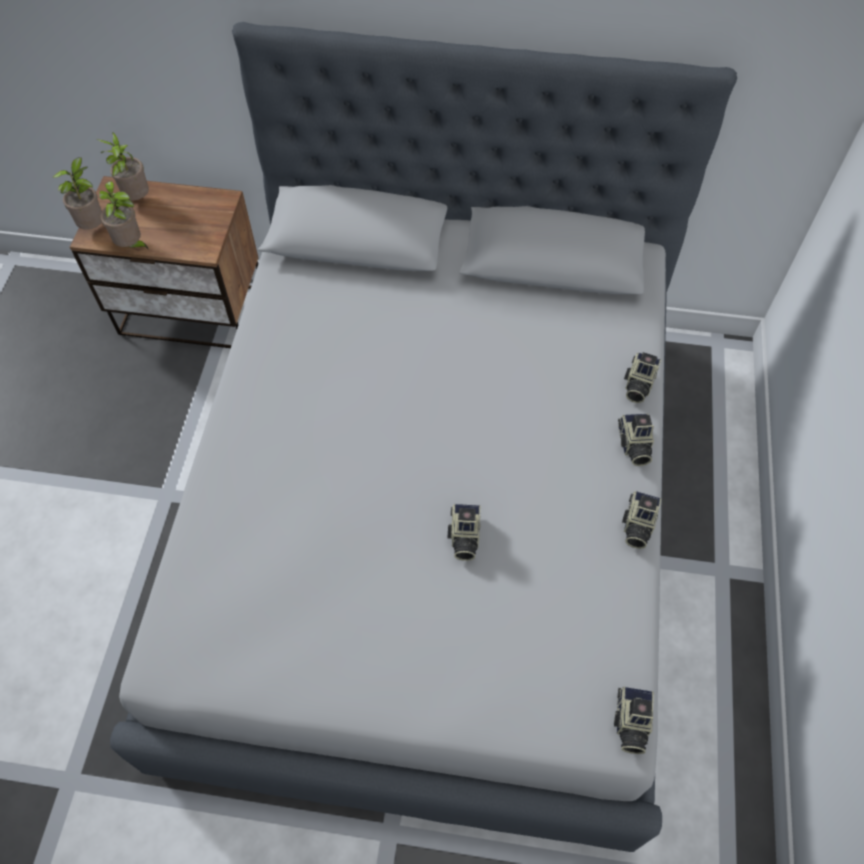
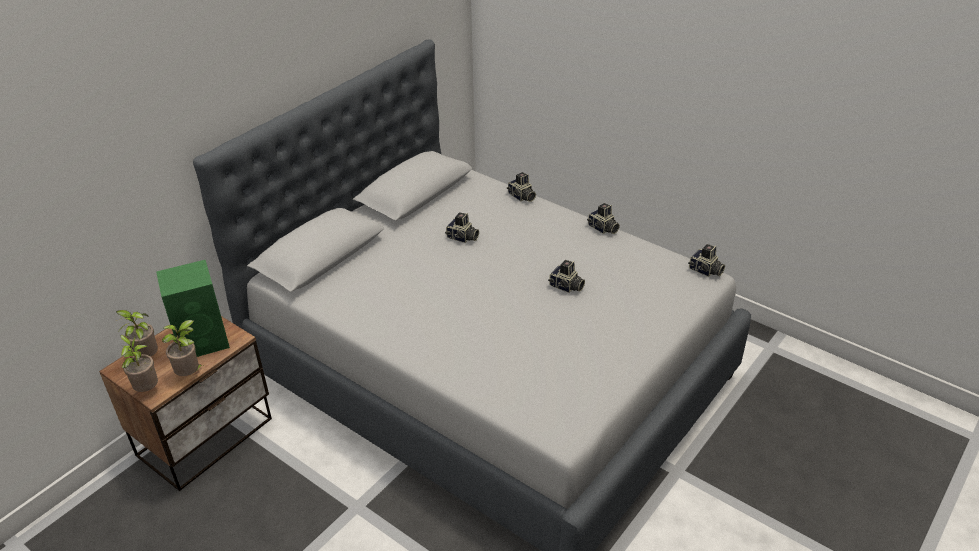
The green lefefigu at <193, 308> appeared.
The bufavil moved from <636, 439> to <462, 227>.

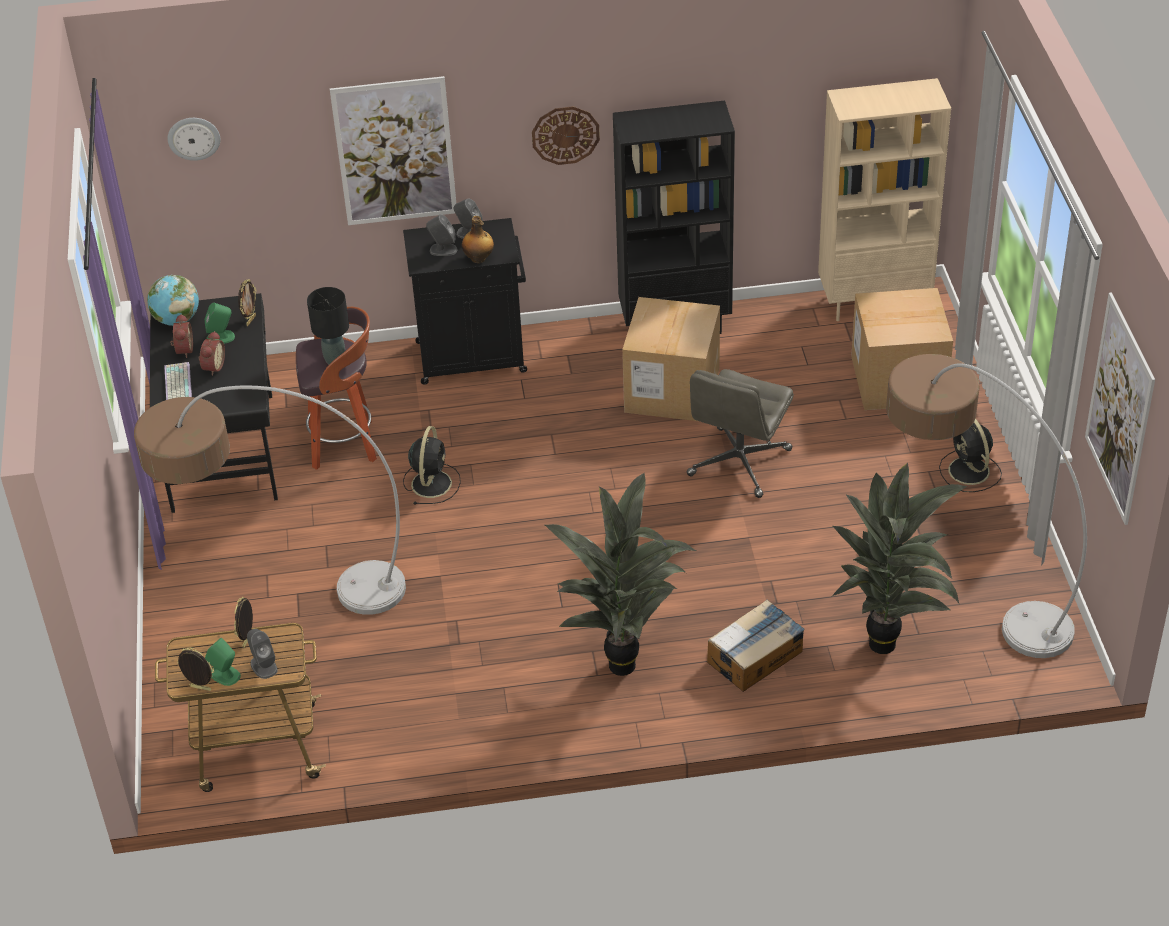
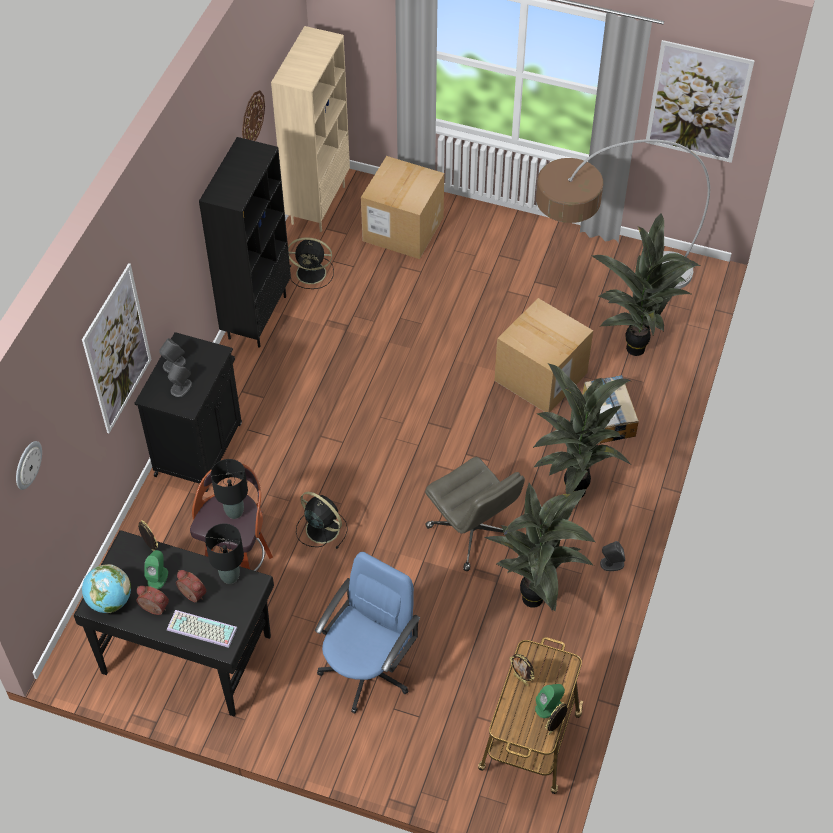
The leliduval at <478, 239> disappeared.
The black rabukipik at <224, 553> appeared.
The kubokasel at <540, 547> appeared.
The grey lefefigu moved from <262, 654> to <612, 556>.
The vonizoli moved from <566, 135> to <253, 115>.
The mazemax moved from <671, 359> to <543, 355>.
The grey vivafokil moved from <740, 433> to <475, 514>.
The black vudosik moved from <970, 455> to <311, 263>.
The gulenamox at <270, 500> was replaced by the blue vivafokil at <367, 633>.

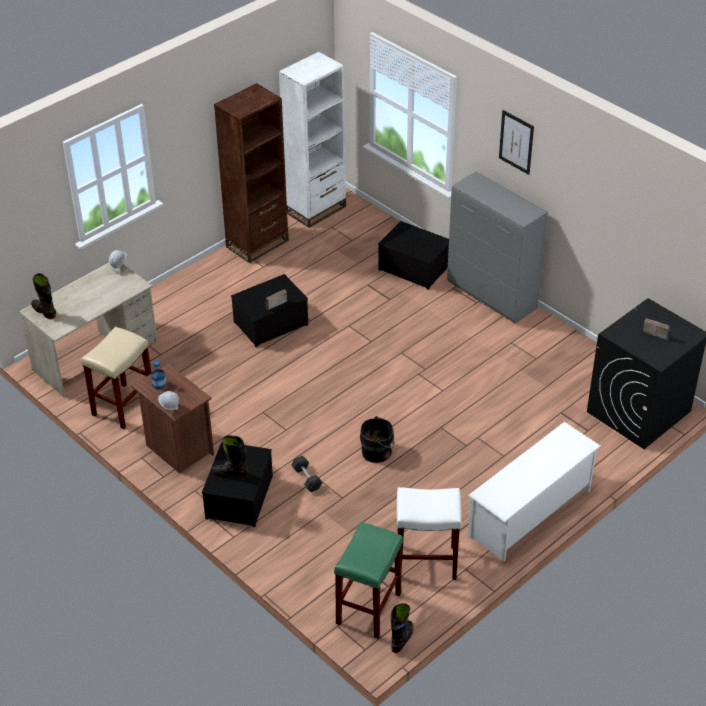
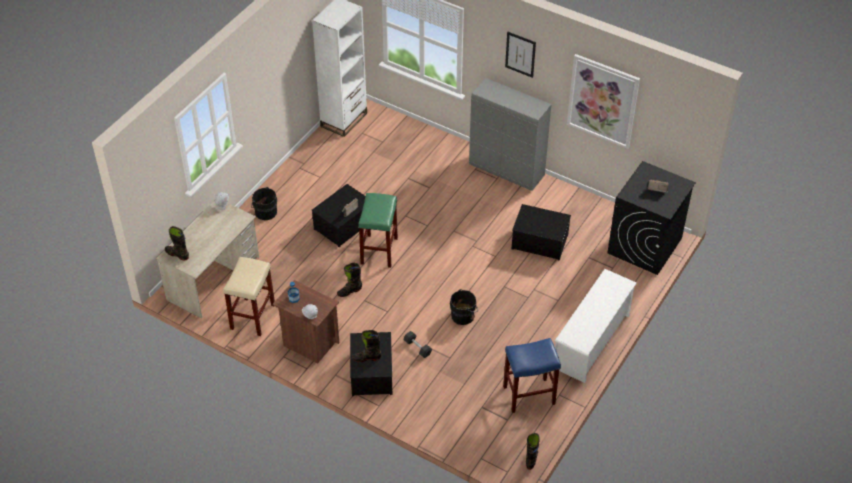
The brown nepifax at <251, 173> disappeared.
The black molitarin at <264, 203> appeared.
The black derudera at <349, 280> appeared.
The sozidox at <603, 101> appeared.
The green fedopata moved from <368, 580> to <378, 230>.
The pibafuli moved from <413, 255> to <541, 232>.
The white fedopata at <429, 533> became the blue fedopata at <532, 375>.

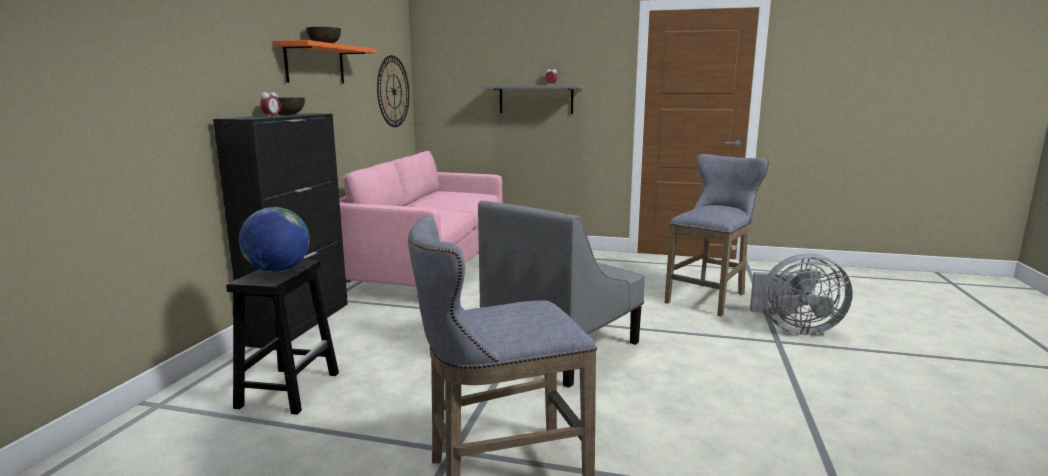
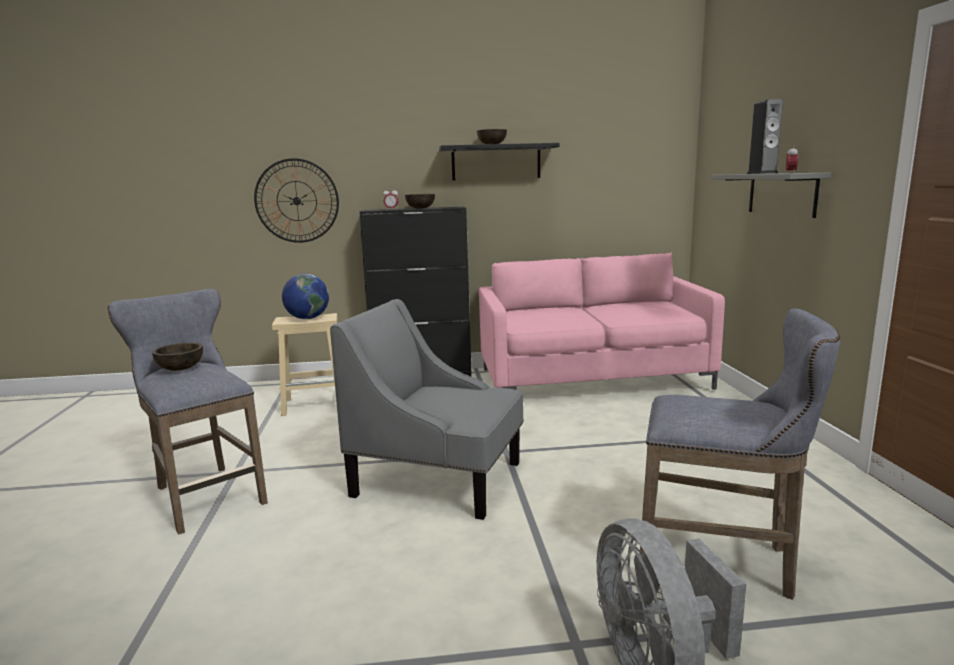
The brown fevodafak at <177, 357> appeared.
The lefefigu at <765, 136> appeared.
The vonizoli moved from <393, 91> to <296, 200>.
The black fedopata at <282, 337> became the beige fedopata at <304, 364>.
The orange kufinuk at <325, 61> became the black kufinuk at <499, 162>.

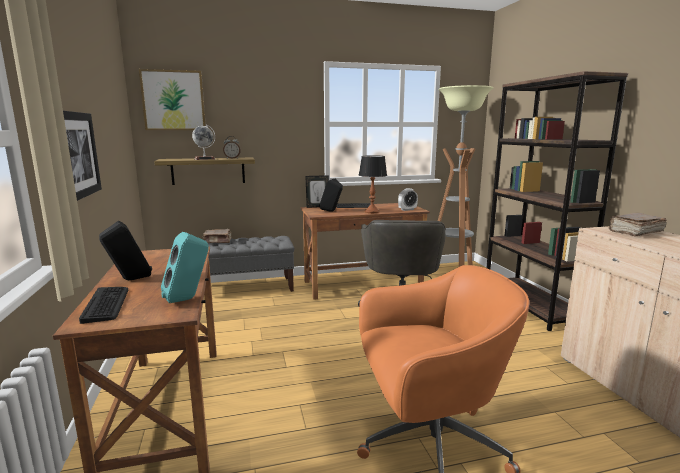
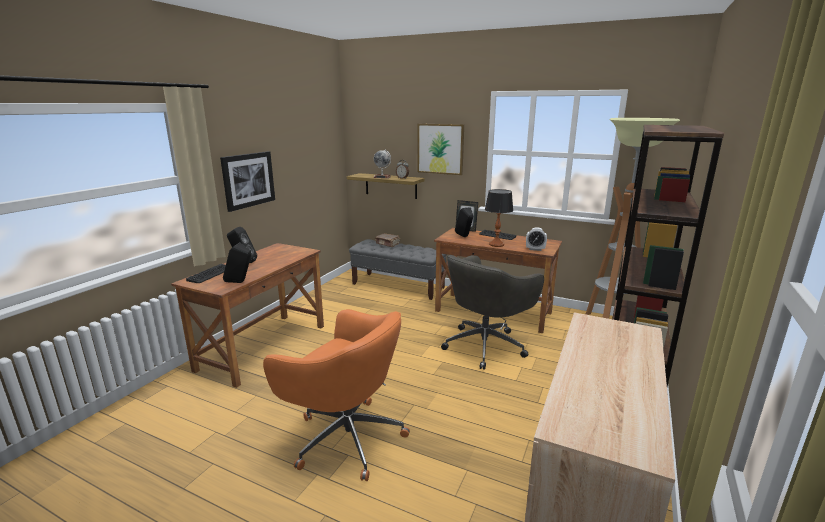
The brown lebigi at <638, 224> disappeared.
The sozidox moved from <172, 99> to <440, 149>.
The turquoise lefefigu at <185, 267> became the black lefefigu at <237, 262>.

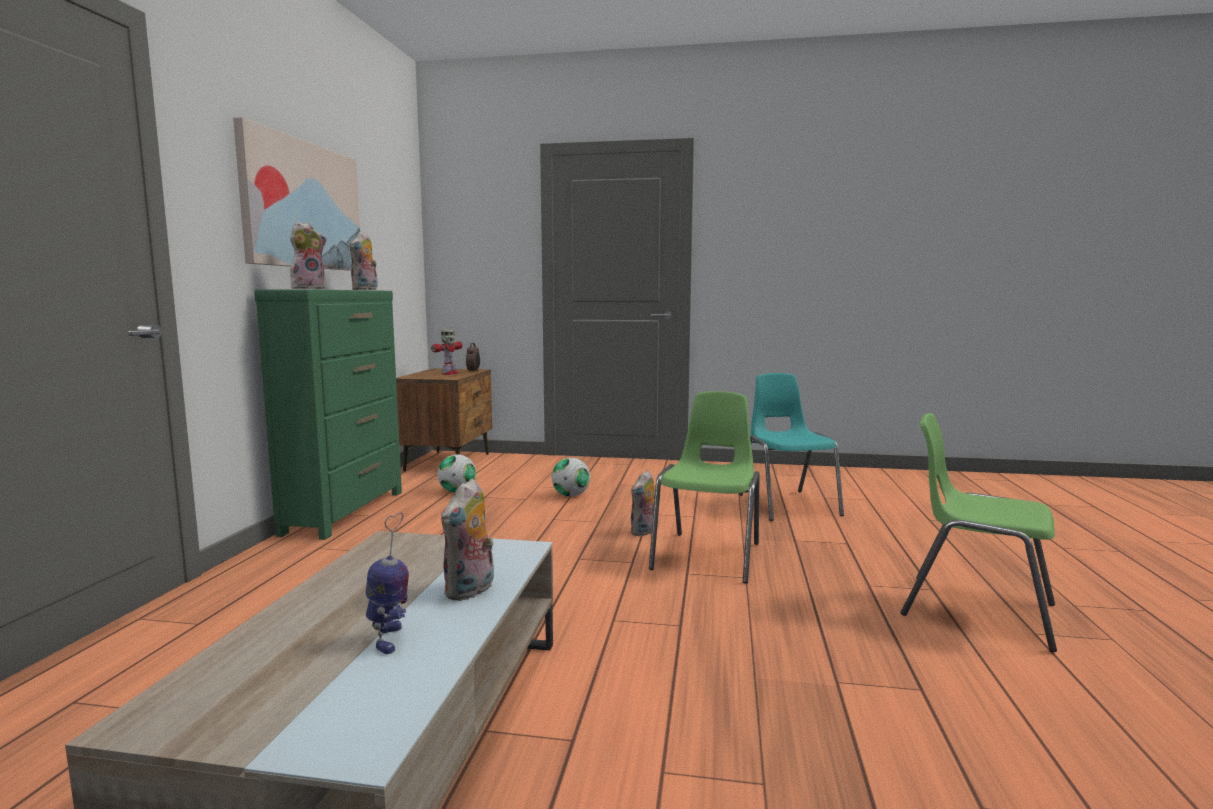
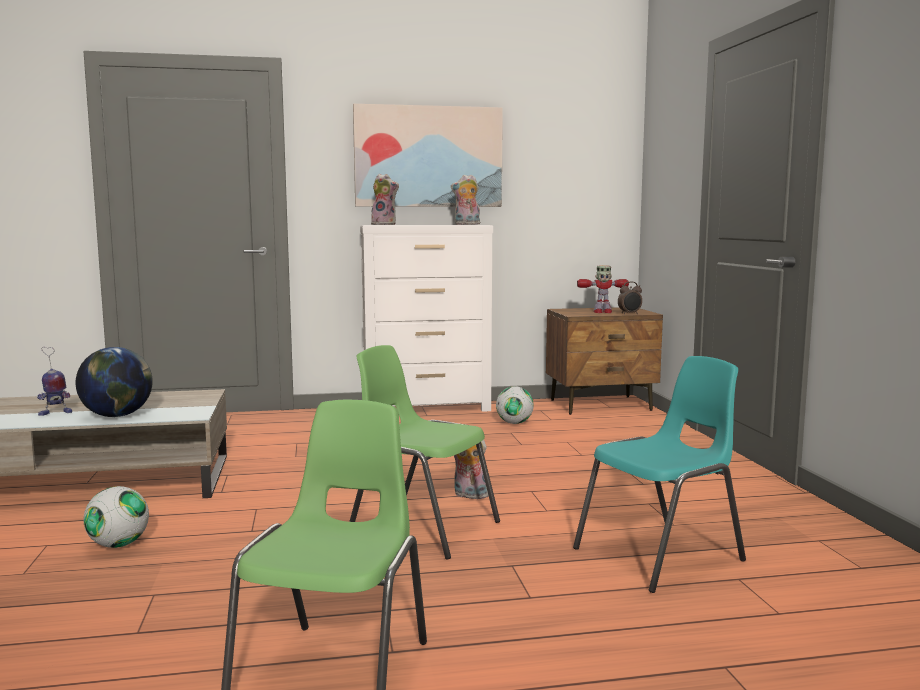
The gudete moved from <571, 477> to <116, 517>.
The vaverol at <467, 540> was replaced by the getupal at <114, 382>.
The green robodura at <328, 414> became the white robodura at <426, 318>.
The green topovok at <704, 487> turned 150 degrees counterclockwise.

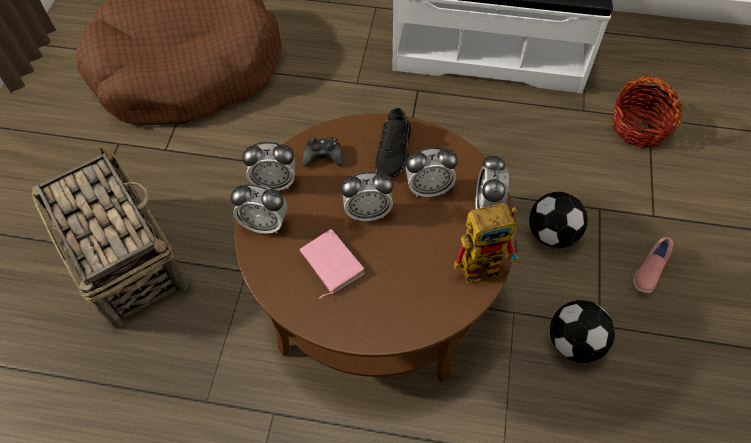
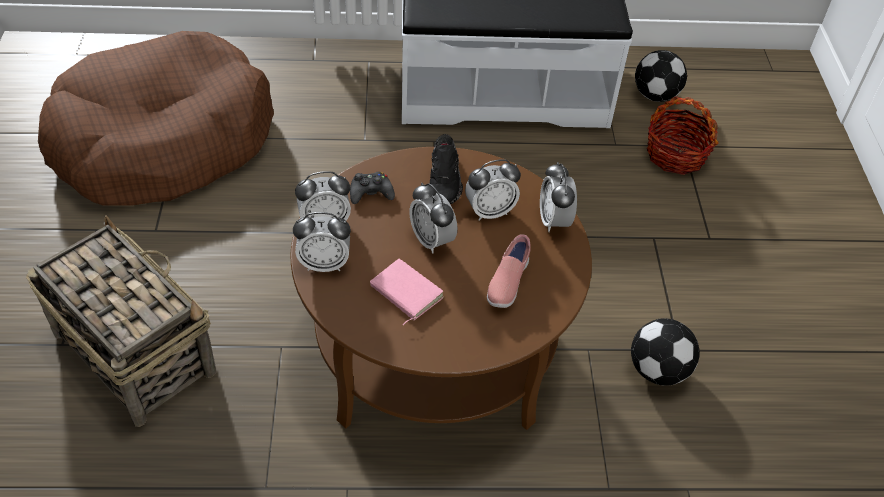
The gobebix at <486, 243> disappeared.
The gudete moved from <558, 220> to <661, 76>.
The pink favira moved from <653, 265> to <509, 271>.
The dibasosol at <367, 196> turned 75 degrees clockwise.

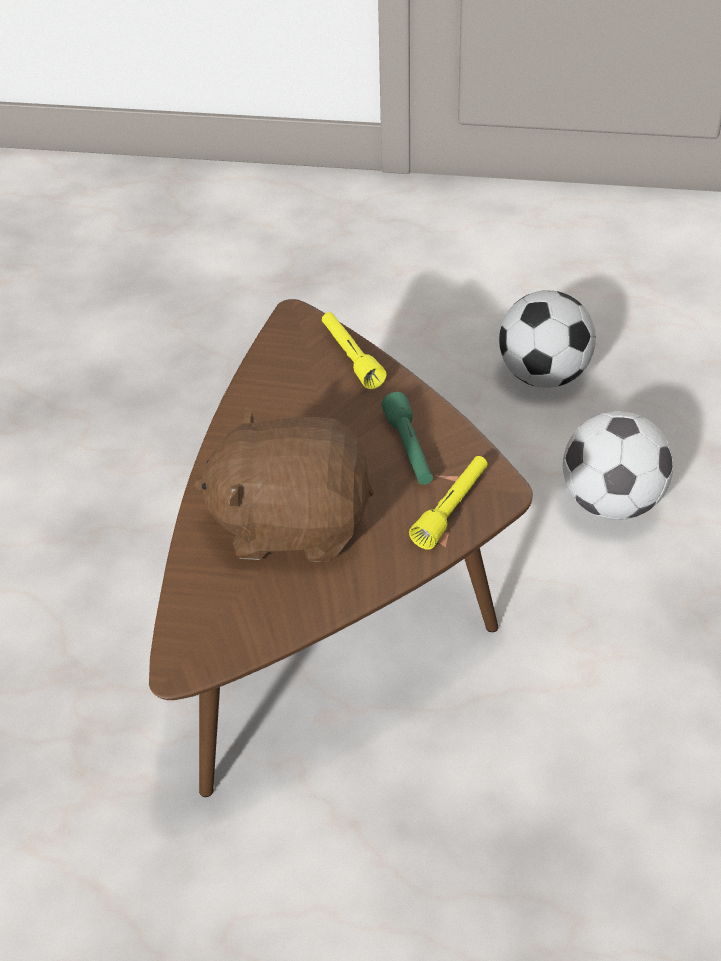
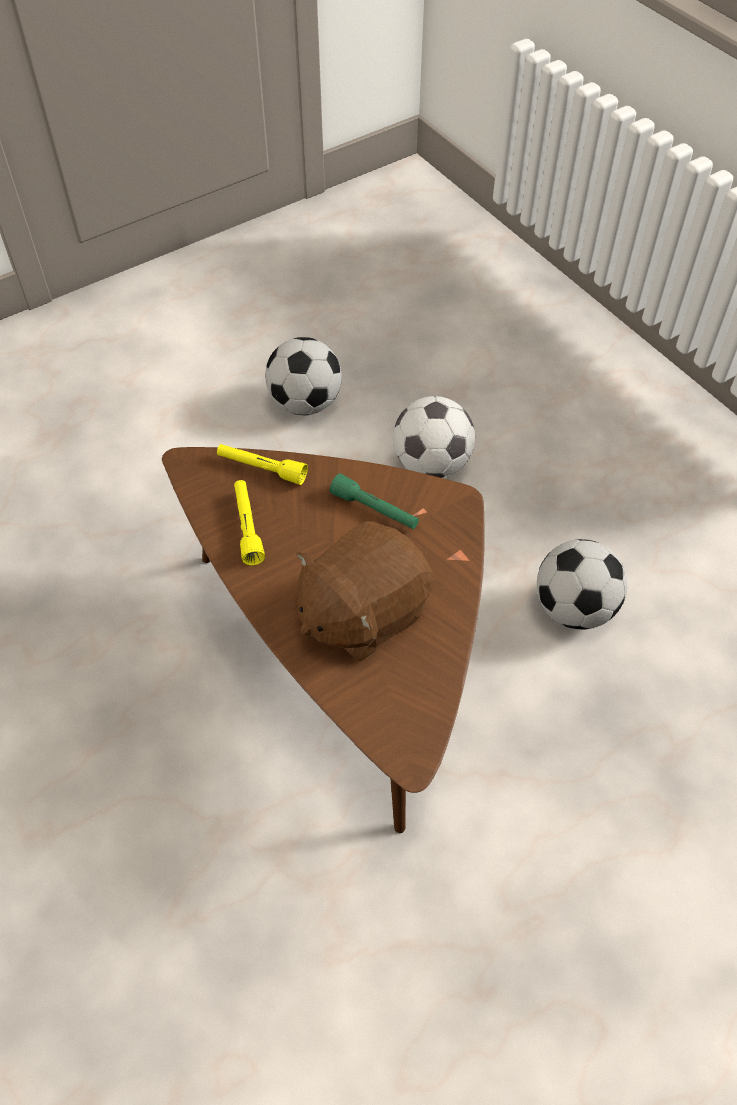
The gudete at <582, 584> appeared.
The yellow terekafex moved from <448, 502> to <249, 523>.

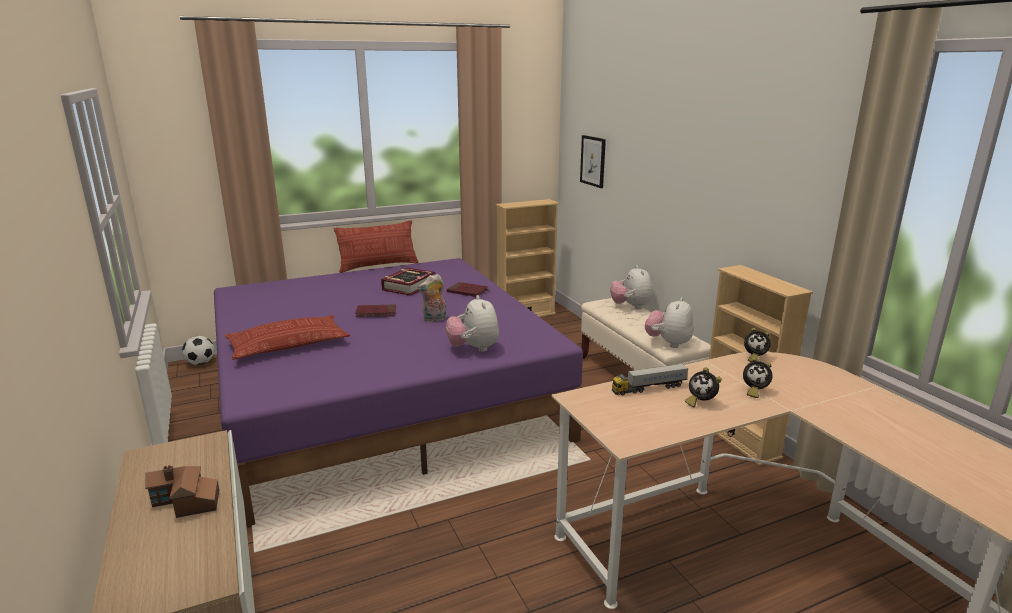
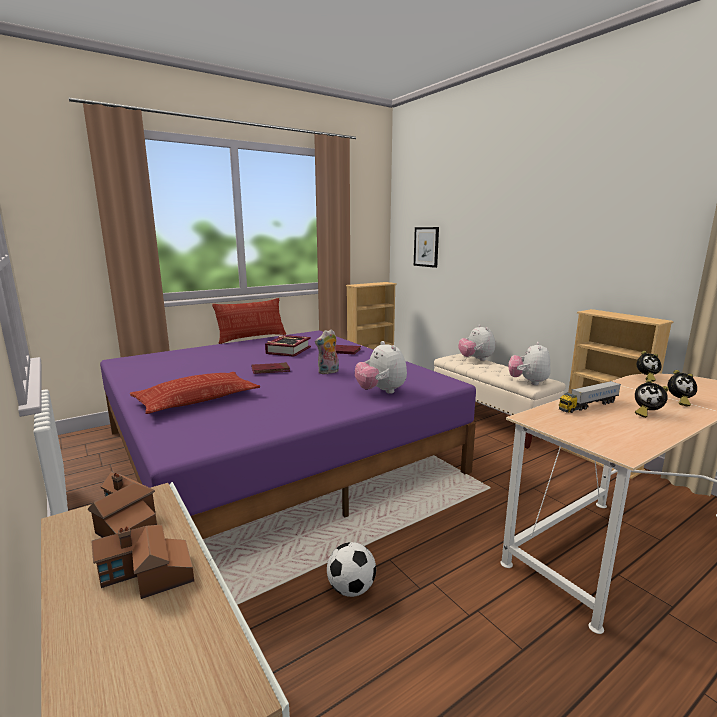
The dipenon at <122, 505> appeared.
The gudete moved from <198, 350> to <351, 569>.

